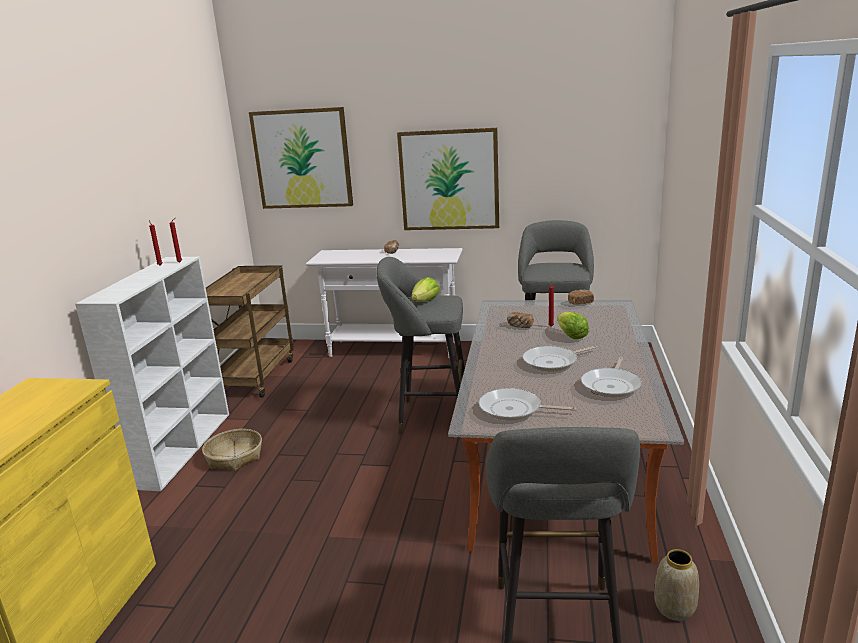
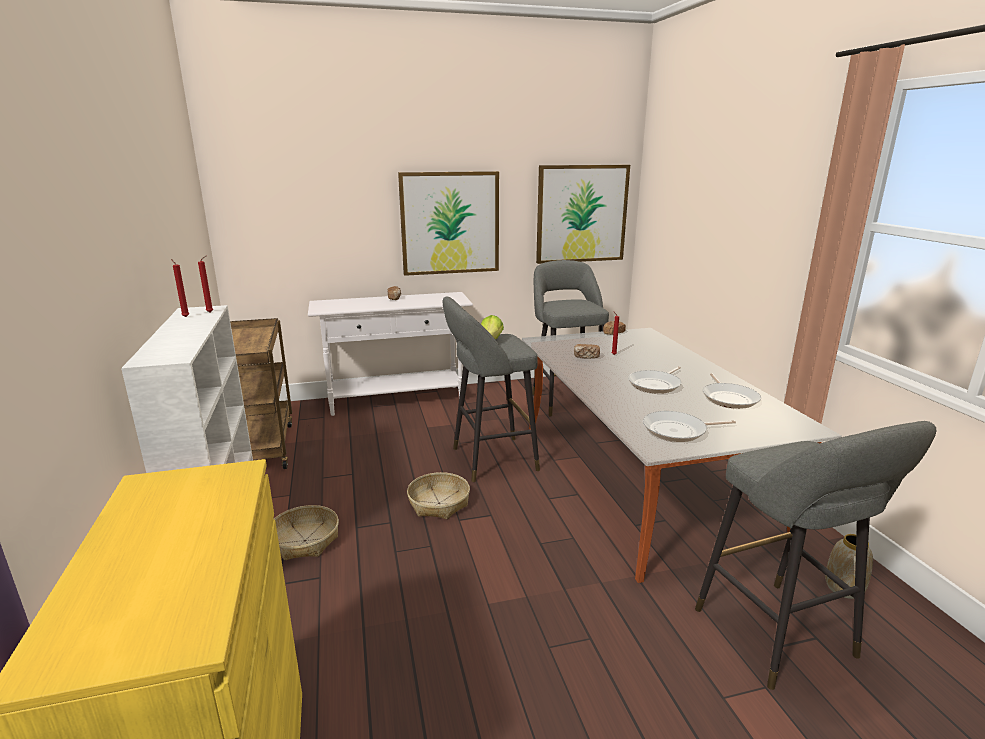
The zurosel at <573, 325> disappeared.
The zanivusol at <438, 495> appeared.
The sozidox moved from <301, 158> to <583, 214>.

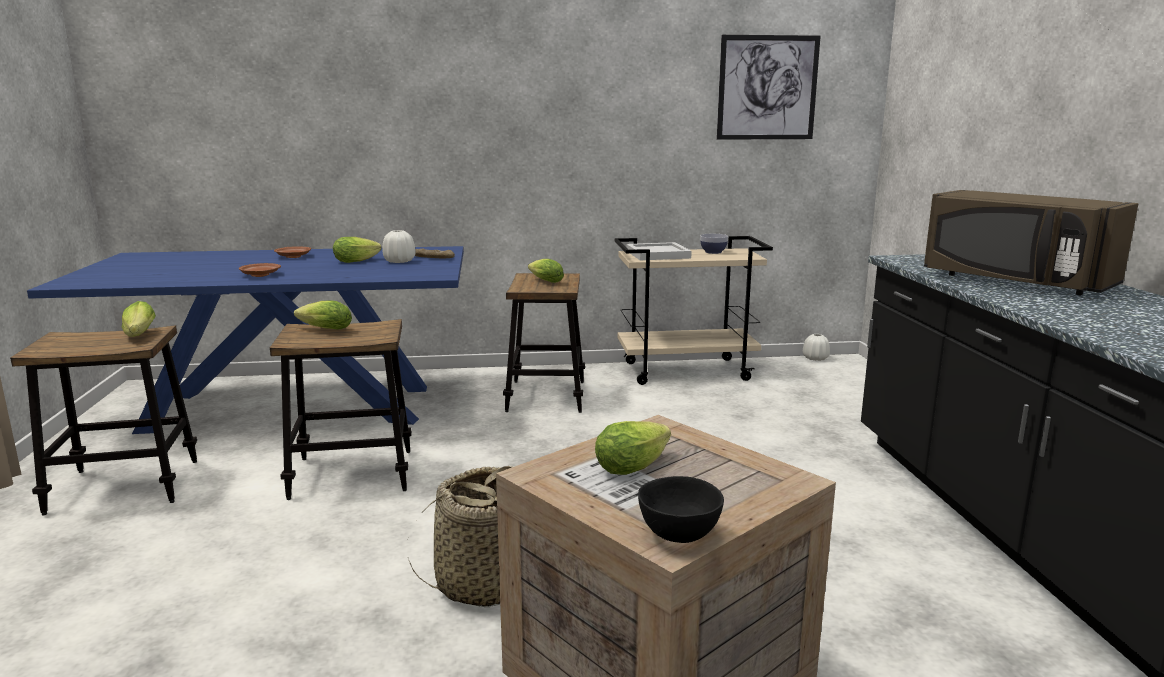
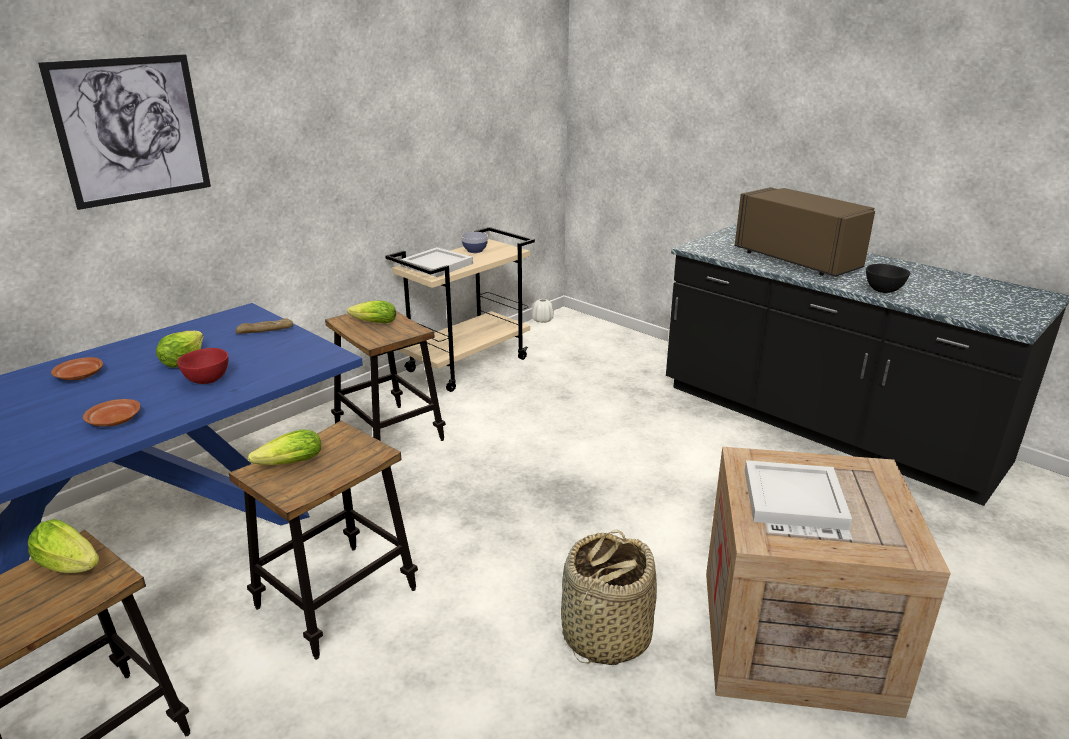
The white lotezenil at <399, 246> disappeared.
The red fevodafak at <202, 366> appeared.
The black fevodafak moved from <681, 509> to <888, 278>.
The sozidox moved from <769, 87> to <124, 132>.
The zurosel at <633, 448> was replaced by the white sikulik at <798, 495>.
The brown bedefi at <1031, 242> turned 135 degrees counterclockwise.

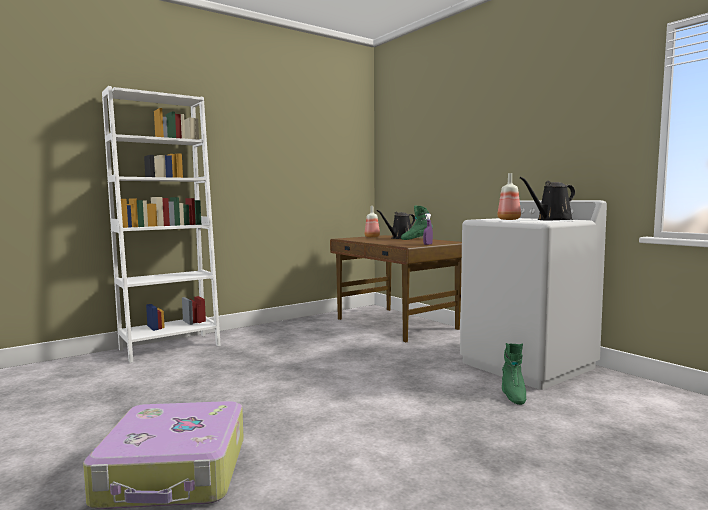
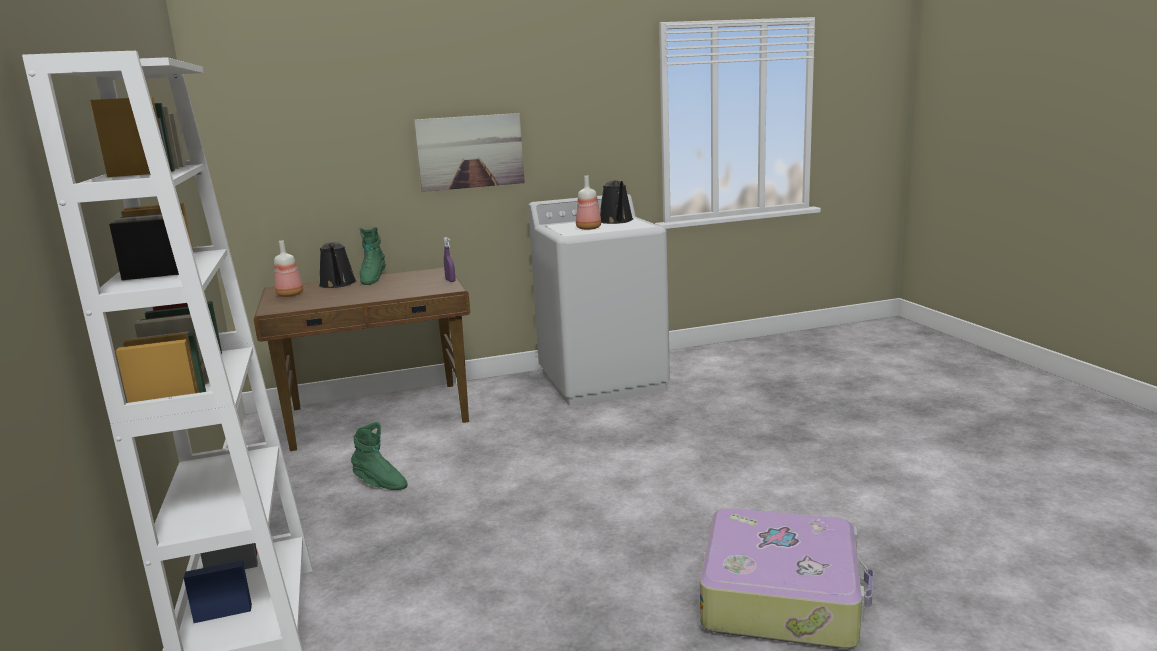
The sozidox at <469, 152> appeared.
The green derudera moved from <514, 374> to <379, 456>.

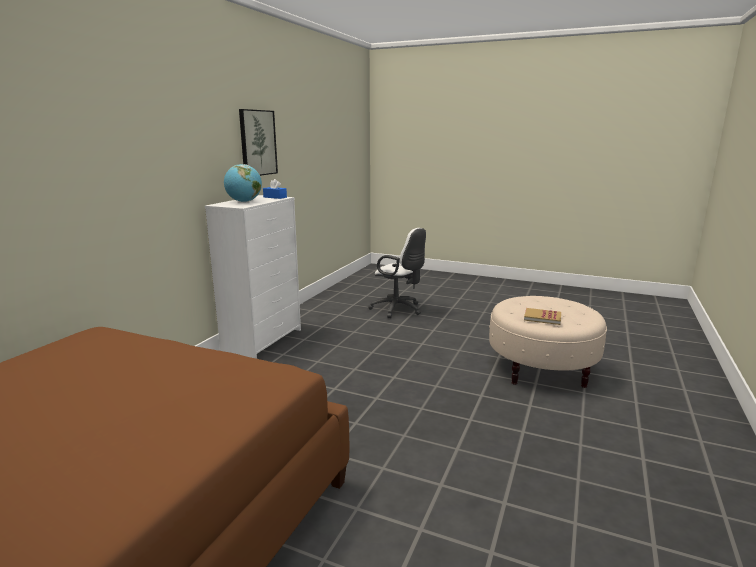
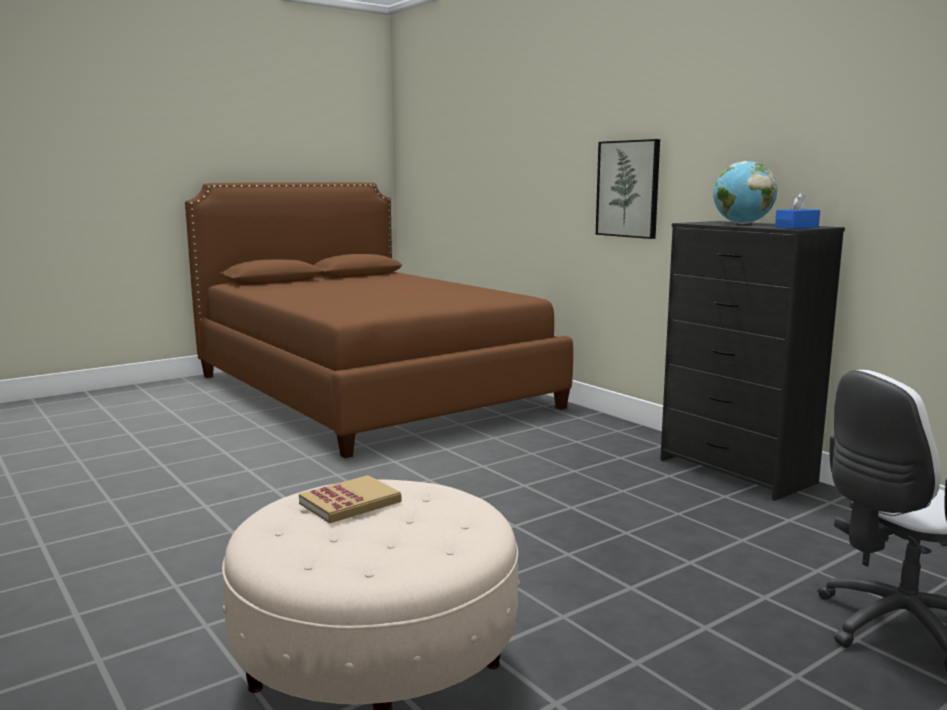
The sozidox moved from <258, 142> to <628, 189>.
The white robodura at <253, 277> became the black robodura at <752, 361>.

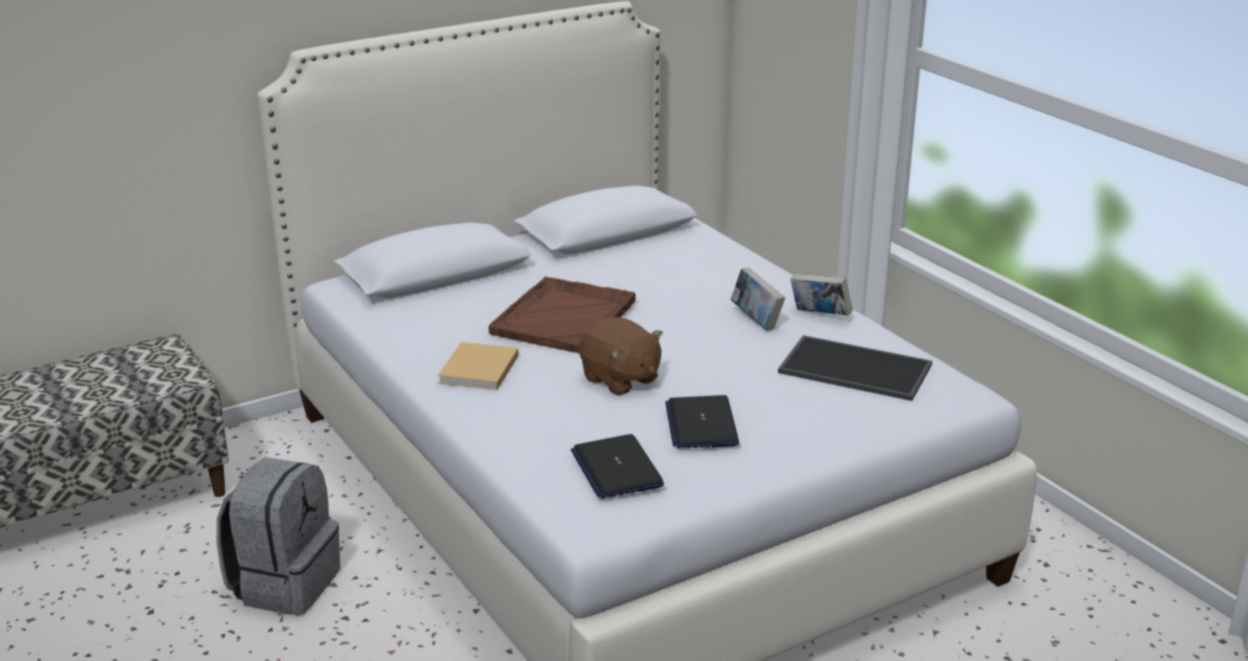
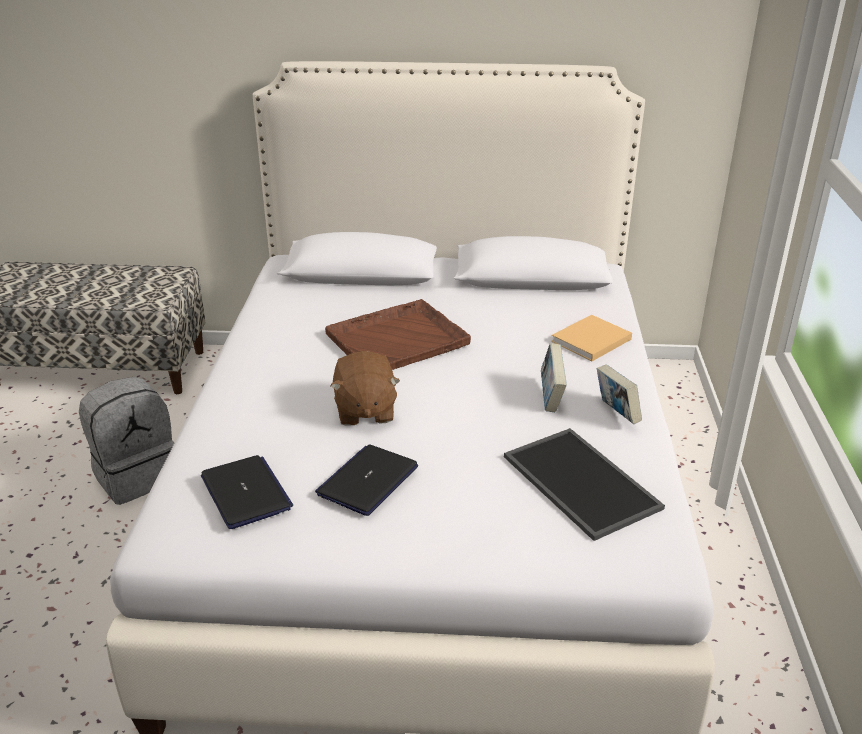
The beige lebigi moved from <478, 366> to <591, 338>.
The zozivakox at <617, 466> turned 135 degrees clockwise.

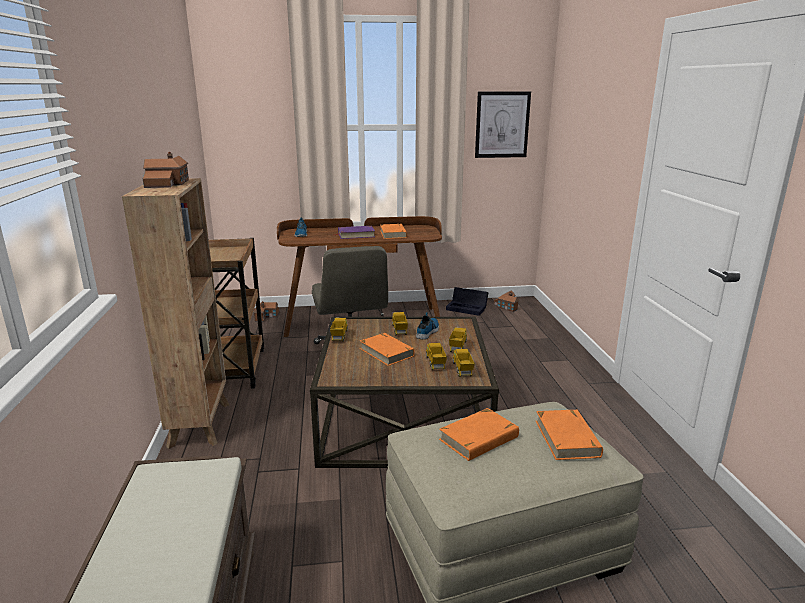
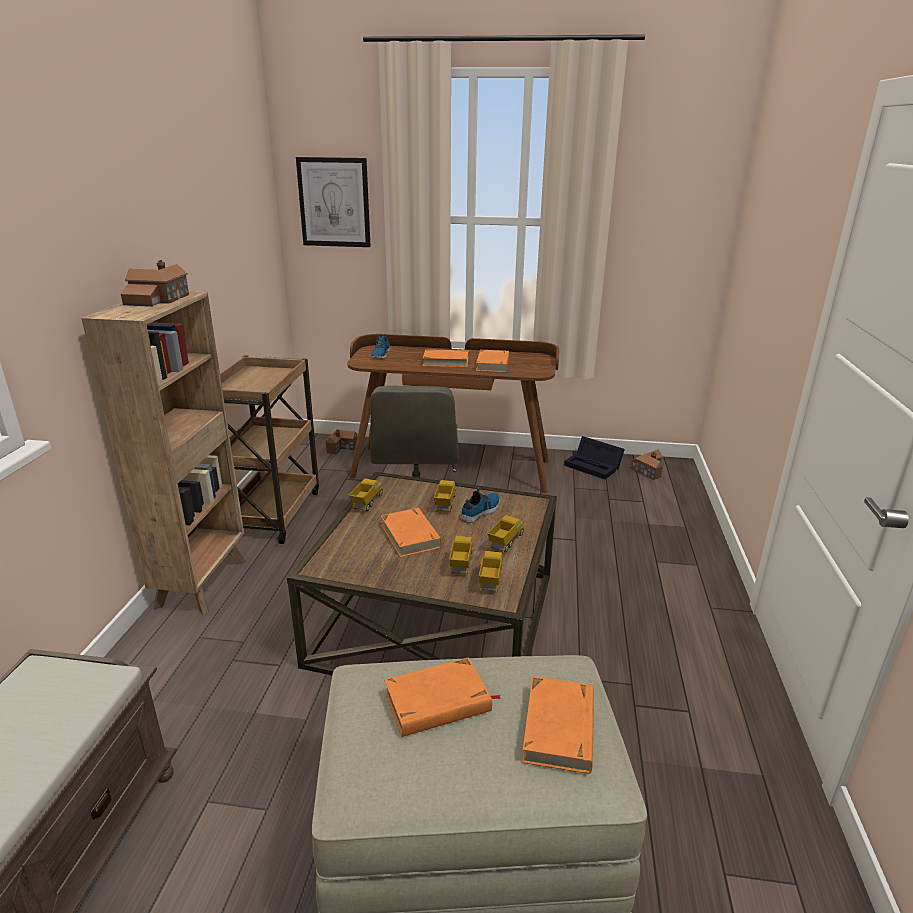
The sozidox moved from <503, 125> to <333, 202>.
The purple lebigi at <356, 232> became the orange lebigi at <445, 358>.

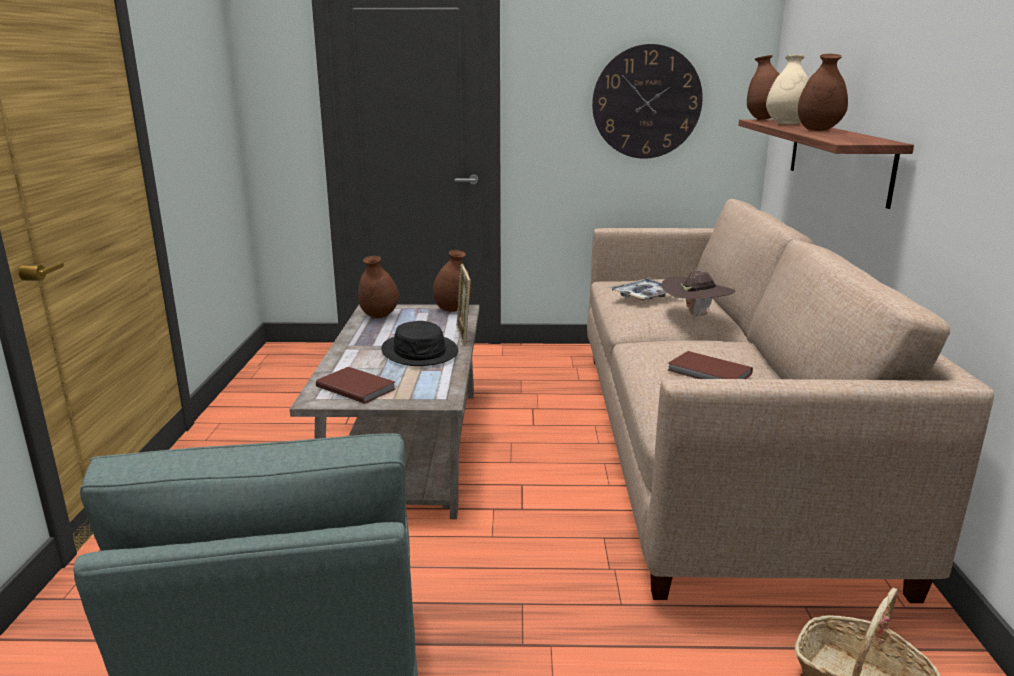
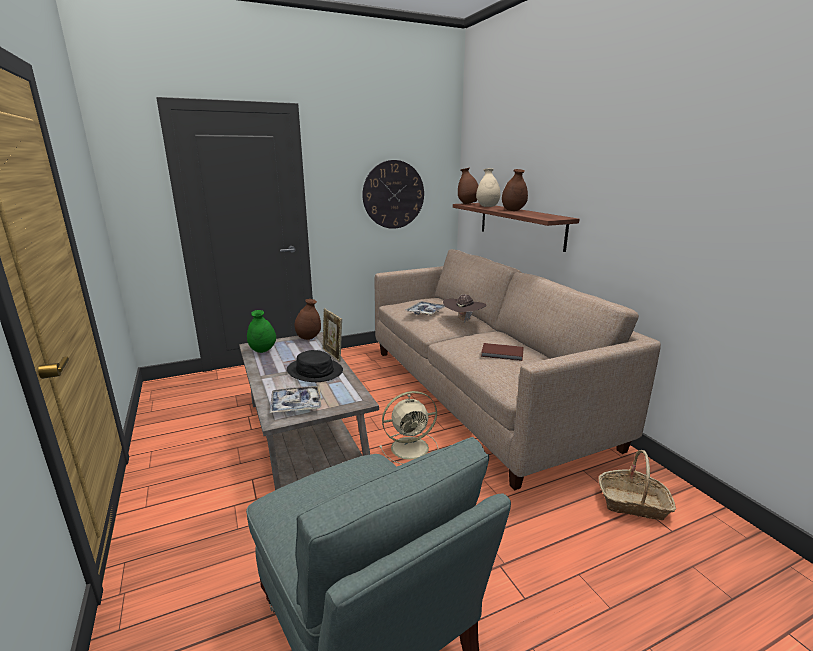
The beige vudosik at <409, 427> appeared.
The brown lebigi at <355, 385> was replaced by the sikulik at <295, 399>.
The brown lotezenil at <378, 287> became the green lotezenil at <261, 331>.

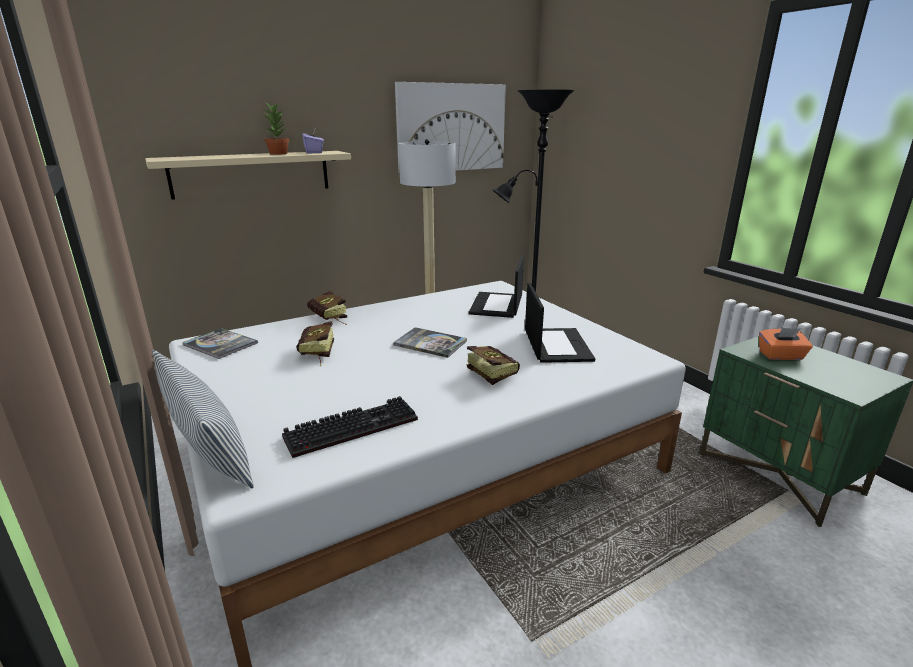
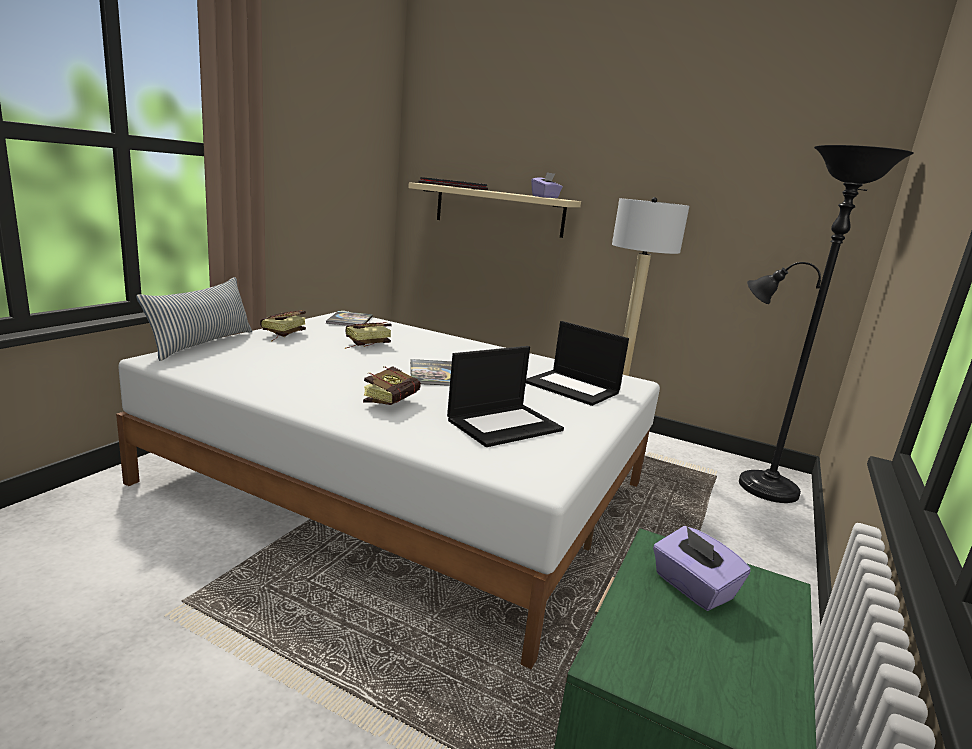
The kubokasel at <276, 128> disappeared.
The sozidox at <450, 128> disappeared.
The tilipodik moved from <350, 427> to <453, 183>.
The lebigi moved from <327, 308> to <283, 325>.
The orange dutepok at <786, 344> became the purple dutepok at <702, 568>.
The zozivakox at <496, 286> turned 120 degrees counterclockwise.

